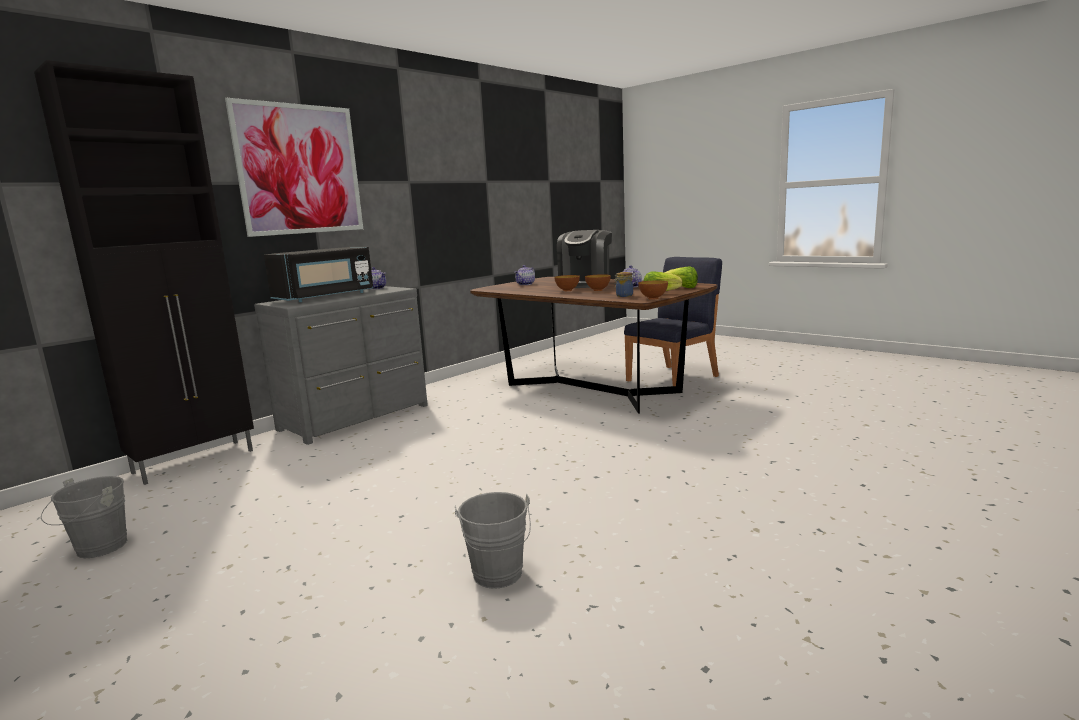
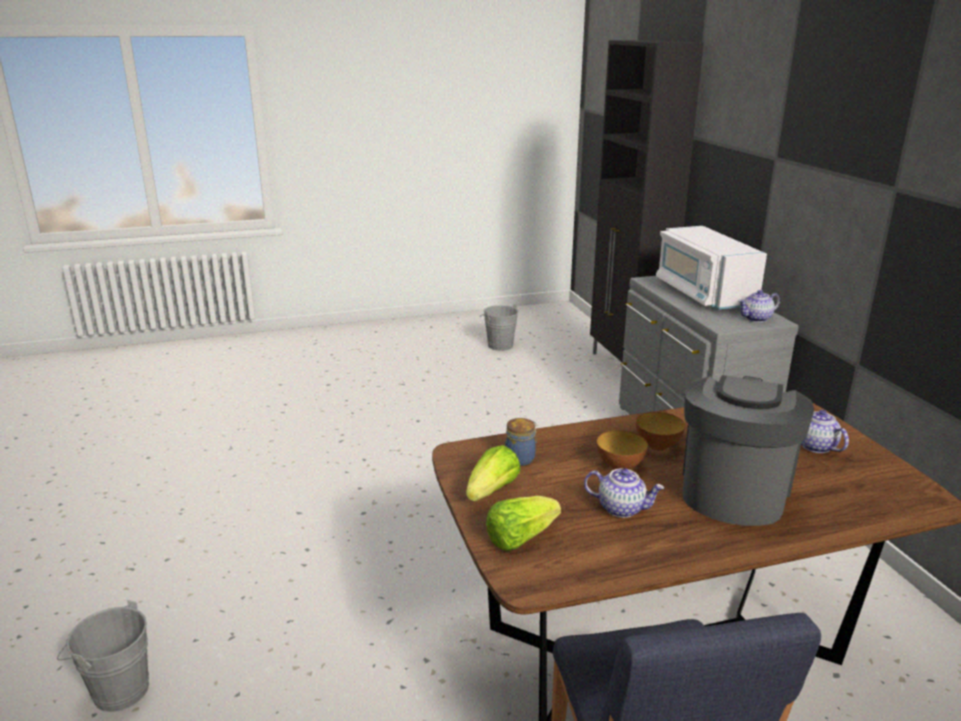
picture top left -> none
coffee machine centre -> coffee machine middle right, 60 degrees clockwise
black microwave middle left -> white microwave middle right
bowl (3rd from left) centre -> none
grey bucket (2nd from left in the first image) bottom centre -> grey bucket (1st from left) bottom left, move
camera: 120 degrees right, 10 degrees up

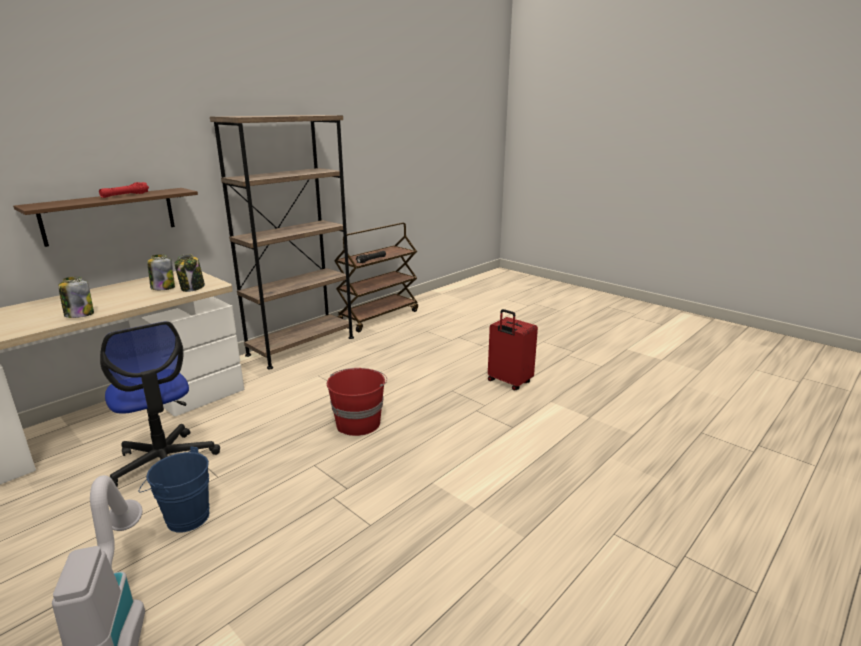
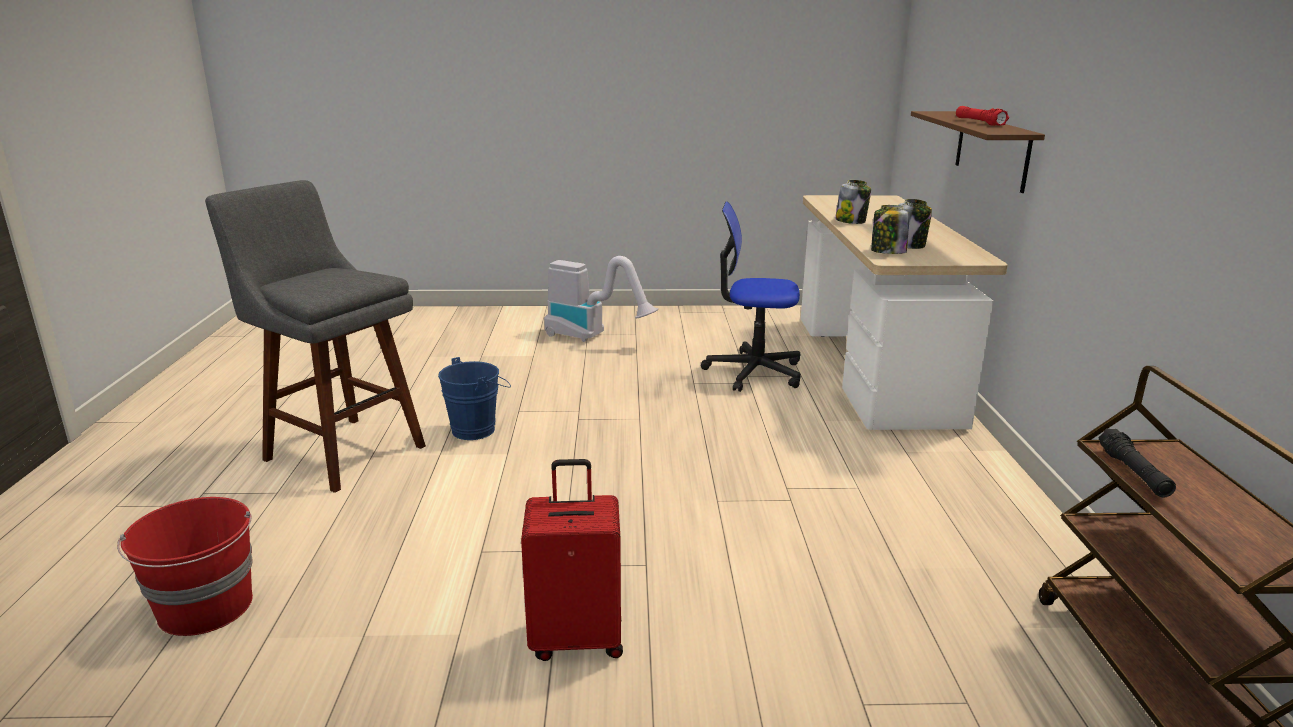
brown bookcase middle left -> none
red bucket centre -> red bucket bottom left, move
blue bucket bottom left -> blue bucket centre, move
none -> grey stool middle left
camera: 135 degrees right, 0 degrees up

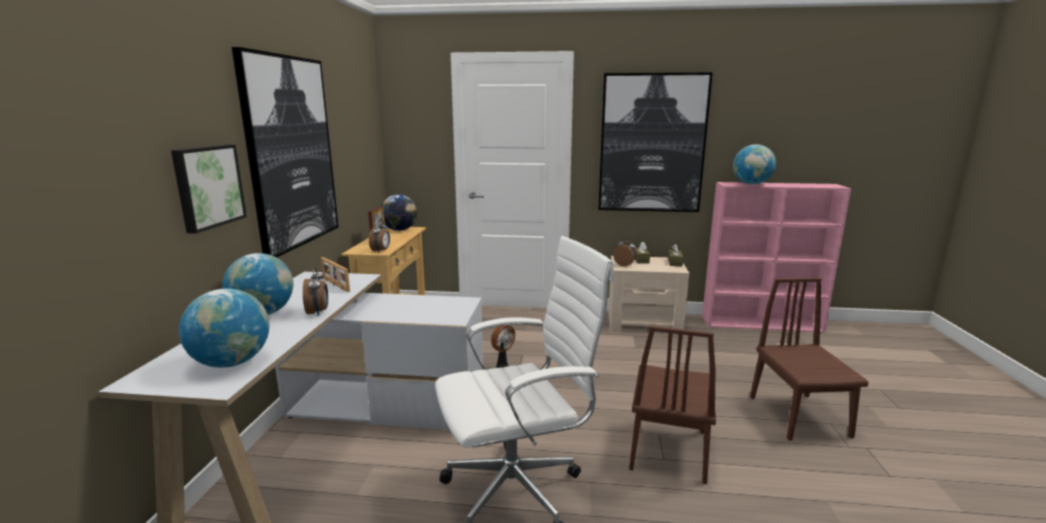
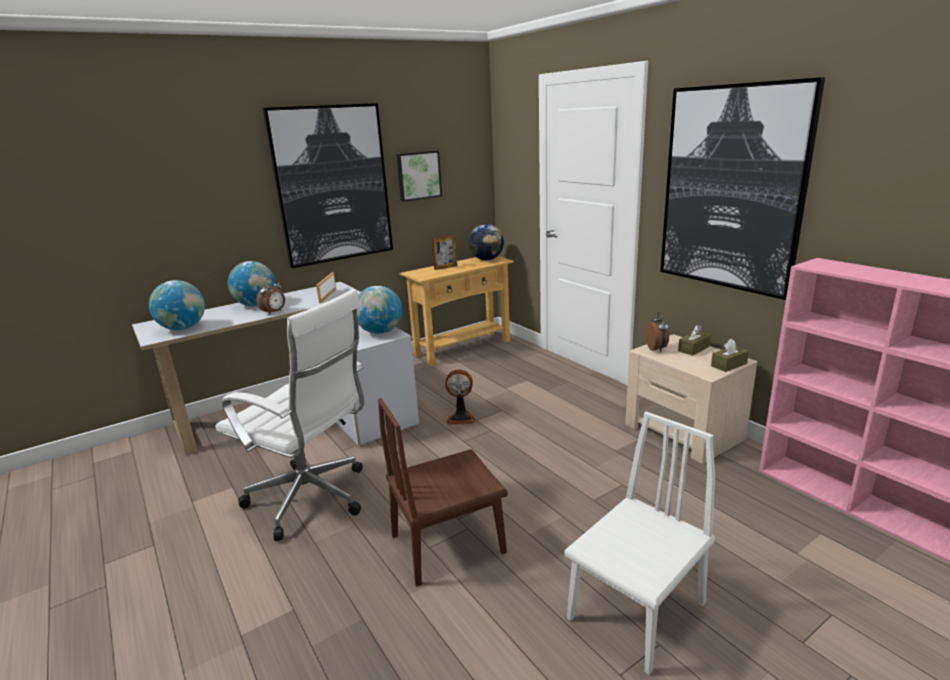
globe (4th from left in the first image) top right -> globe (3rd from left) centre, move
picture (1st from left in the first image) middle left -> picture (2nd from left) top centre, move
alarm clock (2nd from left) centre -> none
brown chair (2nd from left) bottom right -> white chair bottom right
camera: 50 degrees right, 5 degrees up

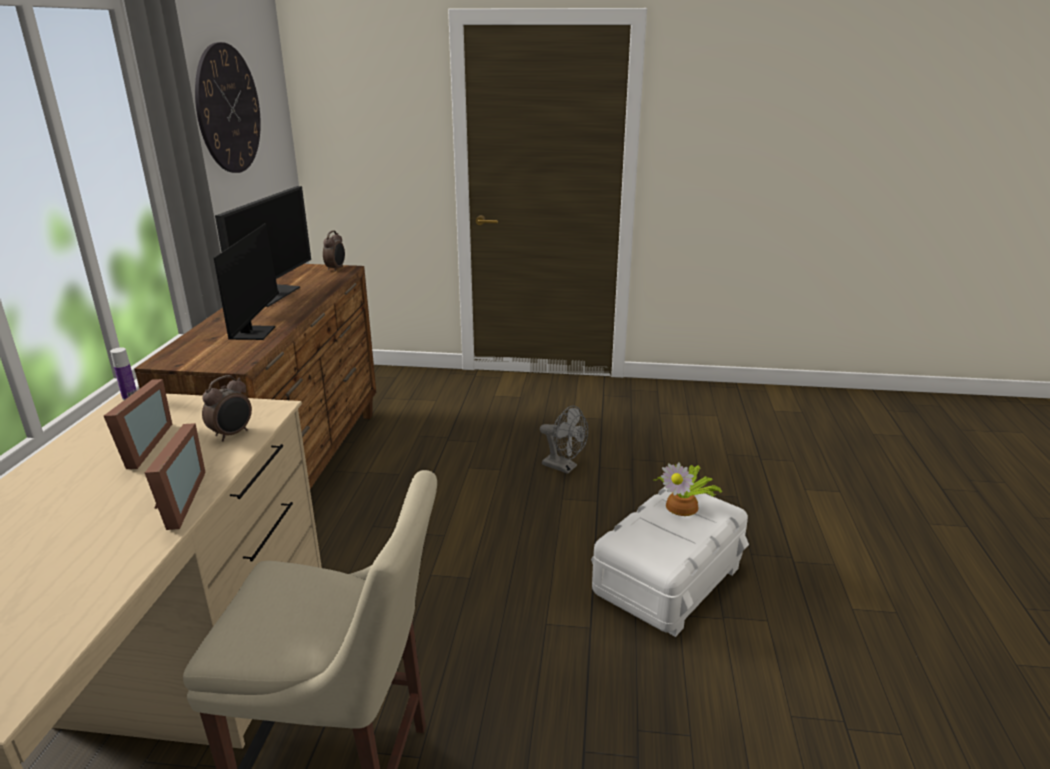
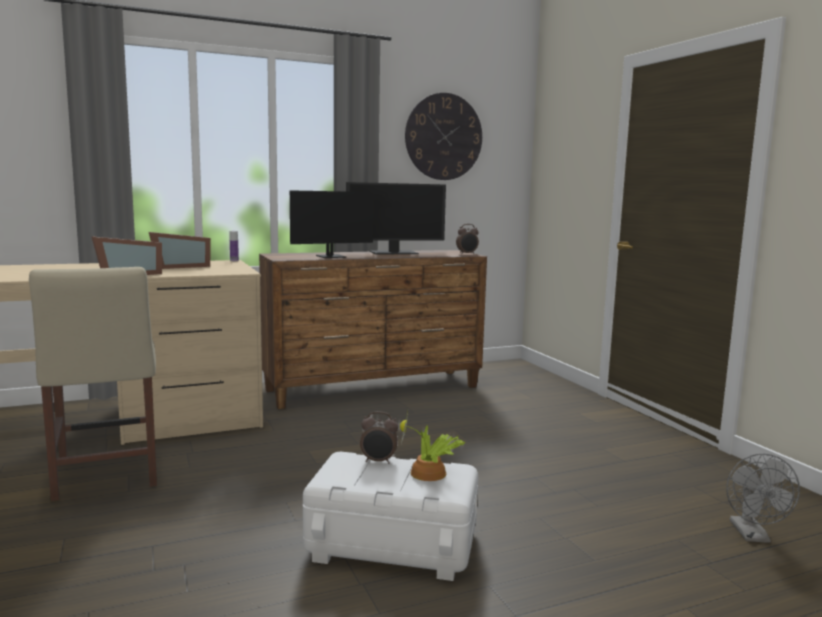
alarm clock (1st from left) middle left -> alarm clock (1st from left) bottom centre, move
grey fan centre -> grey fan bottom right, move
camera: 60 degrees right, 15 degrees down

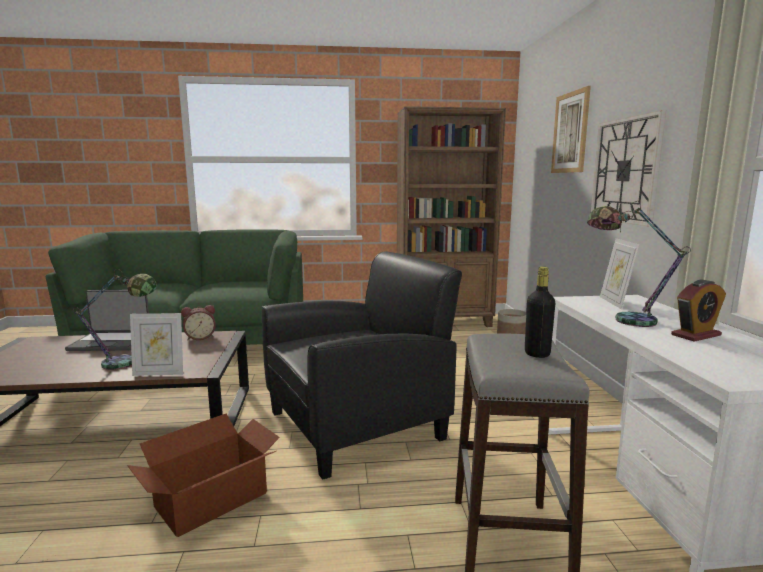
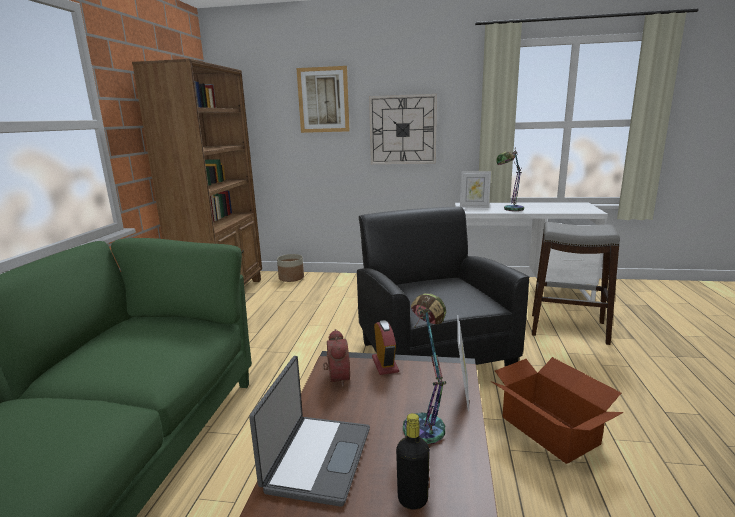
black bottle middle right -> black bottle bottom centre, move
alarm clock (2nd from left) middle right -> alarm clock (2nd from left) bottom centre, move
camera: 75 degrees left, 5 degrees up

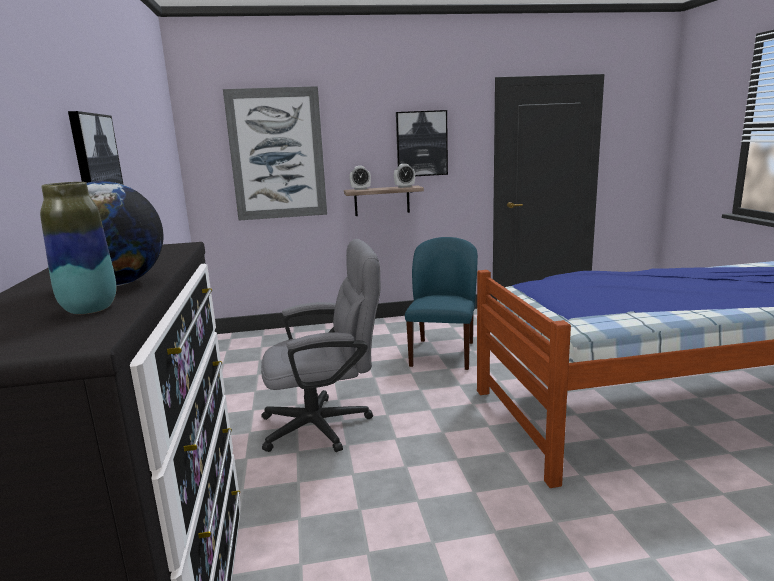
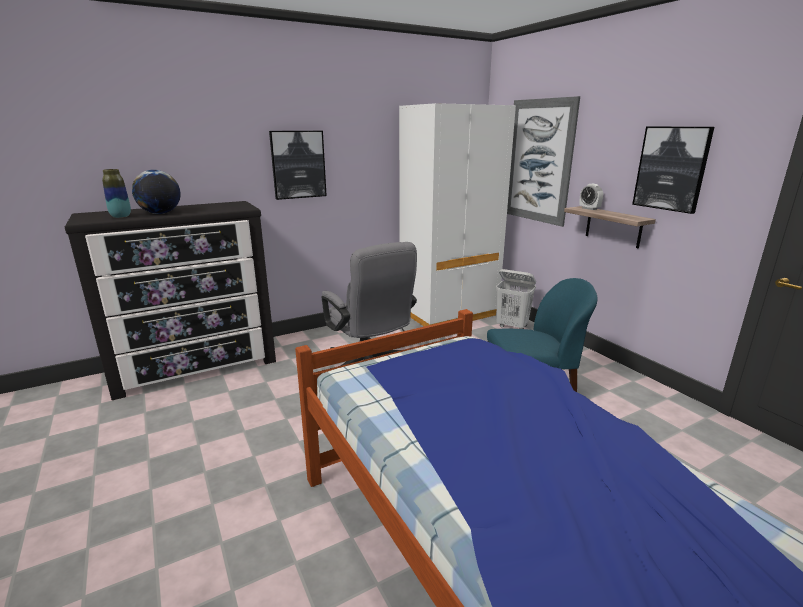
alarm clock (2nd from left) top centre -> none
none -> white wardrobe centre
none -> white laundry basket centre
camera: 70 degrees right, 5 degrees up

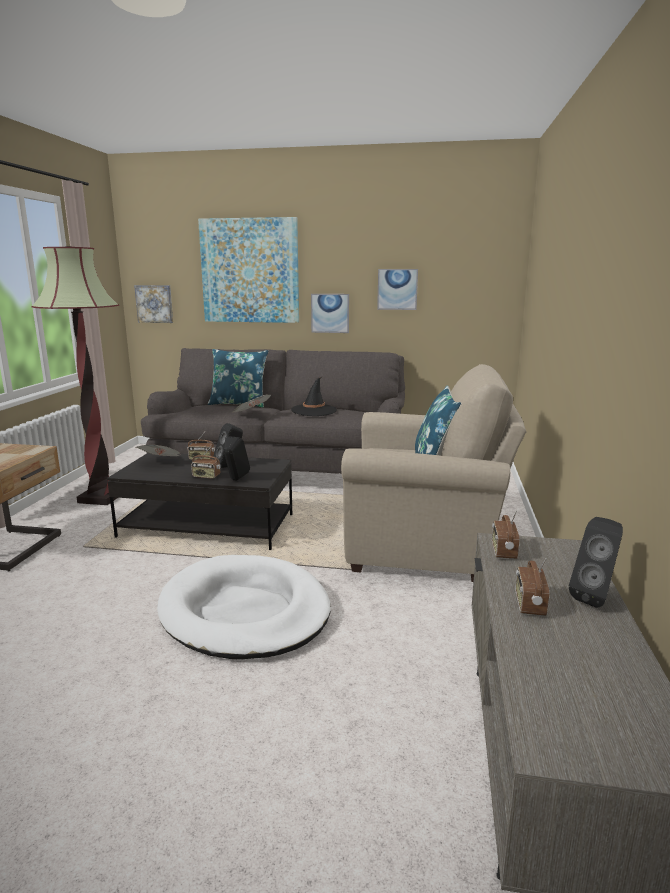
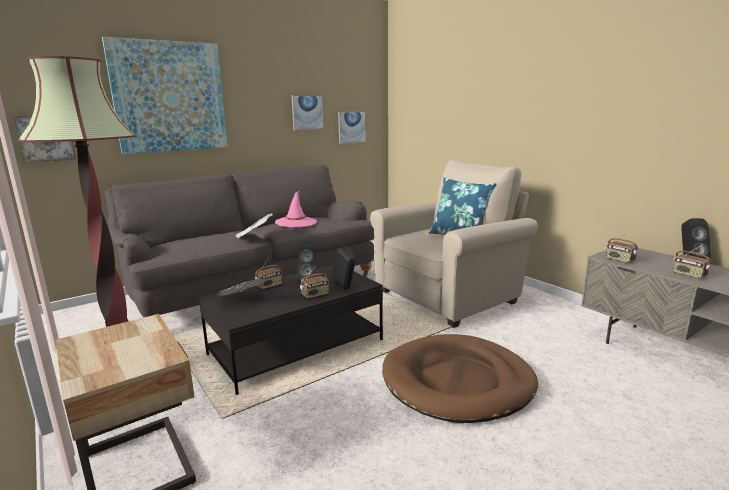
picture (3rd from left in the first image) centre -> picture (4th from left) top centre, move
blue pillow (1st from left) centre -> none
black hat centre -> pink hat centre
white dog bed bottom centre -> brown dog bed bottom centre
camera: 45 degrees left, 0 degrees up

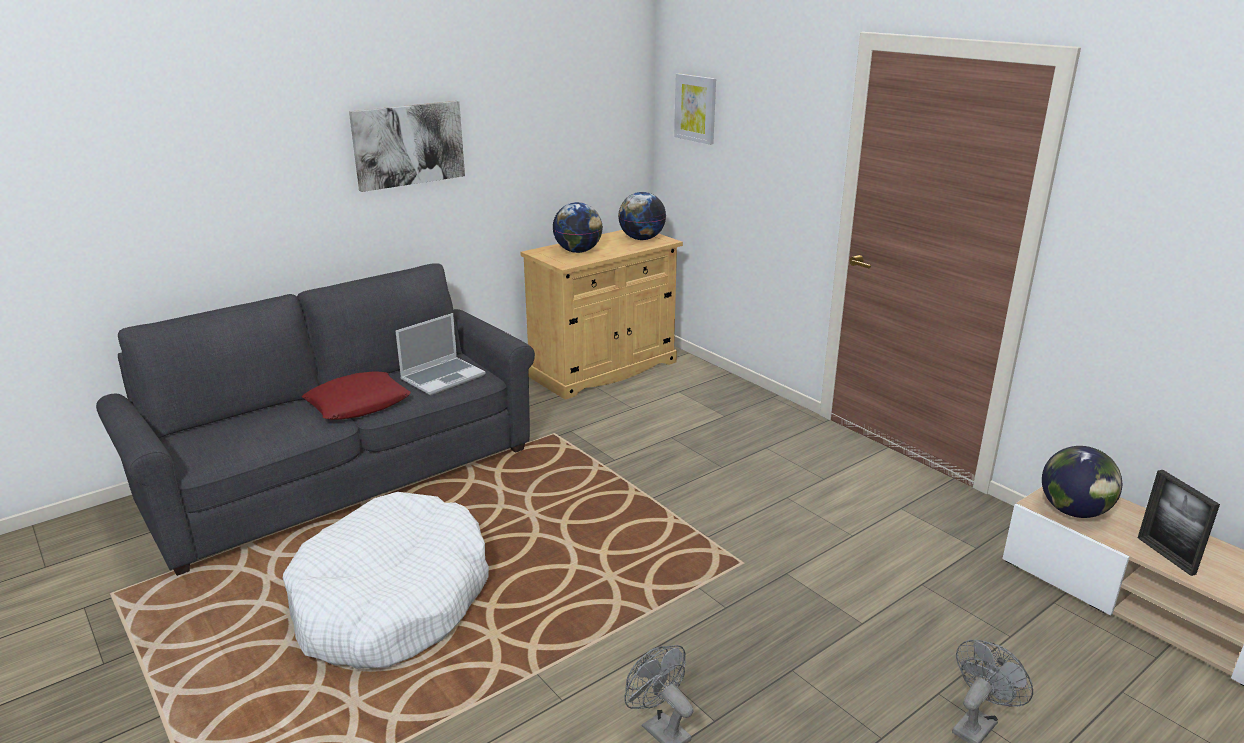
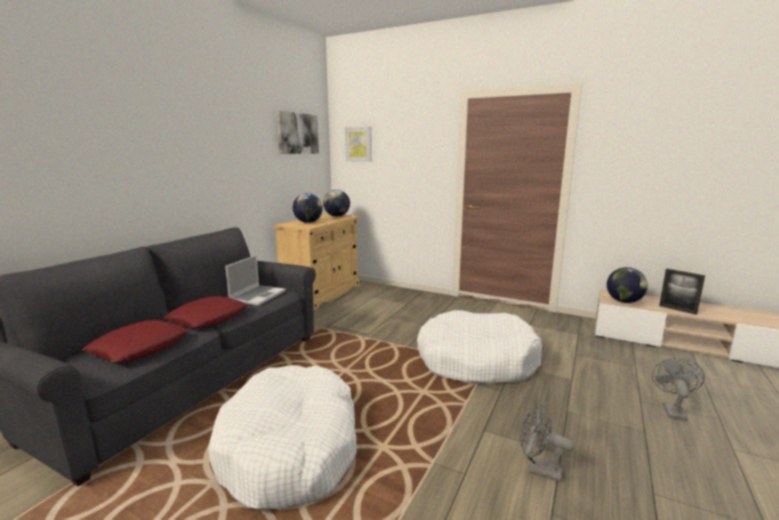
picture (1st from left) top left -> picture (1st from left) top centre, move
none -> white dog bed (2nd from left) bottom centre
none -> red pillow (1st from left) middle left
camera: 25 degrees left, 10 degrees down

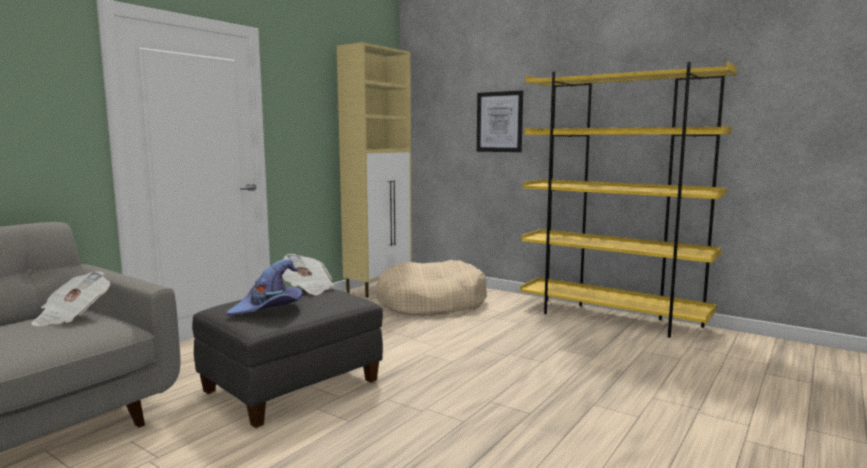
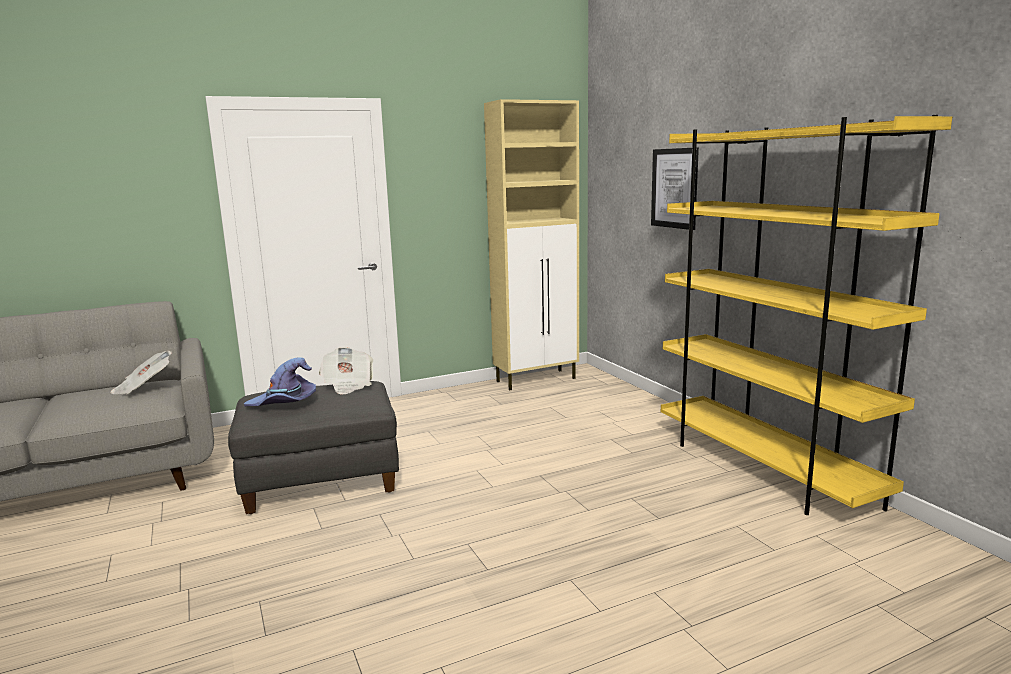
beige dog bed centre -> none
camera: 30 degrees right, 5 degrees up

